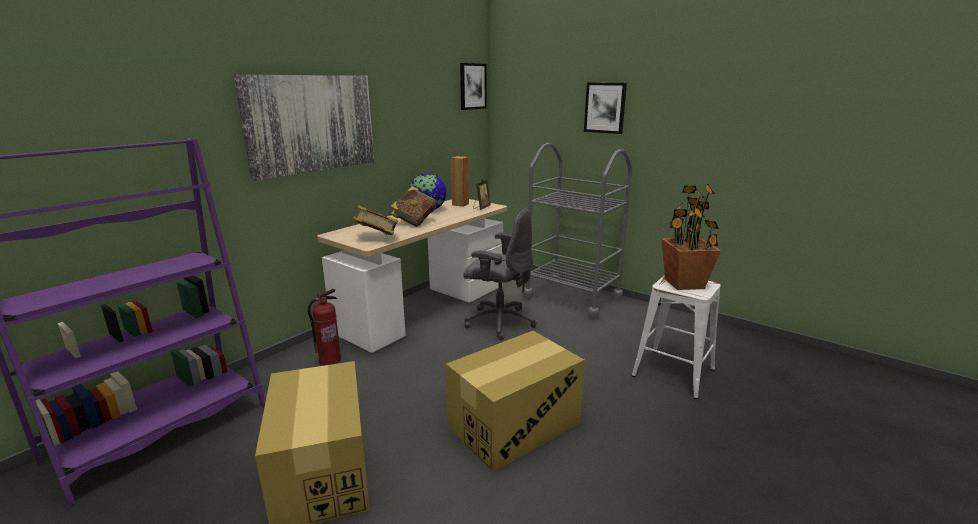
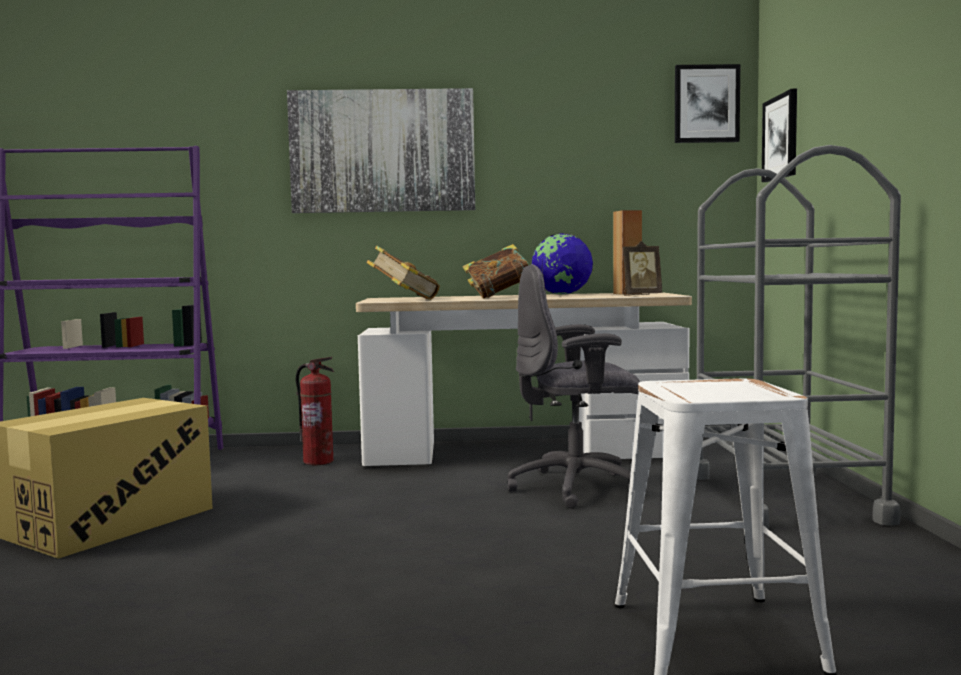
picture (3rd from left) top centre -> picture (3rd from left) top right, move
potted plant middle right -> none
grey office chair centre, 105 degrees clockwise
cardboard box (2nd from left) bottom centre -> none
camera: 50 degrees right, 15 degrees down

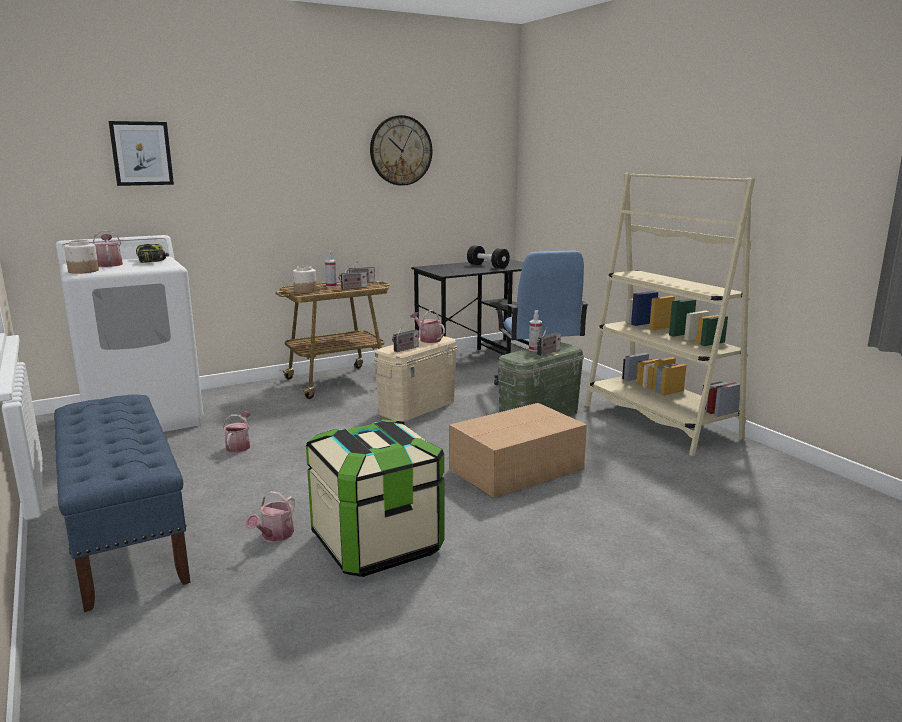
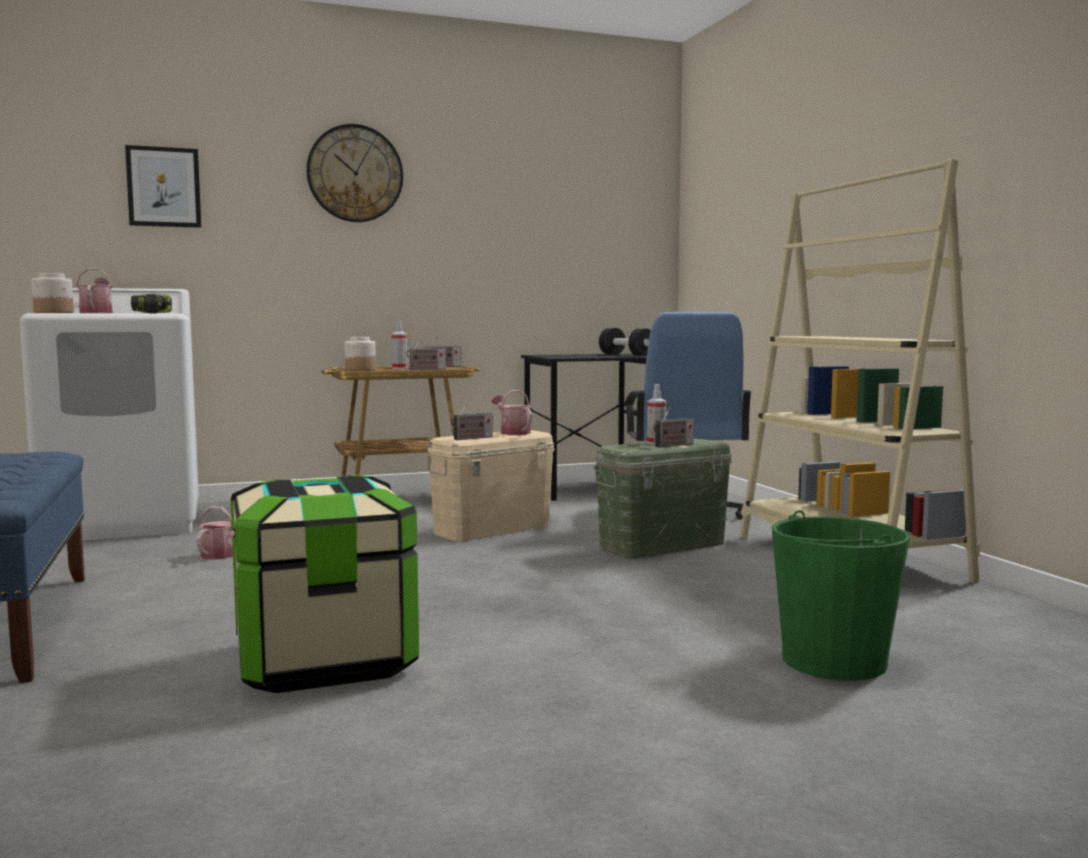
wall clock top centre -> wall clock top left, move
cardboard box centre -> none
watering can (3rd from left) bottom left -> none
none -> green bucket bottom right
camera: 10 degrees right, 10 degrees down

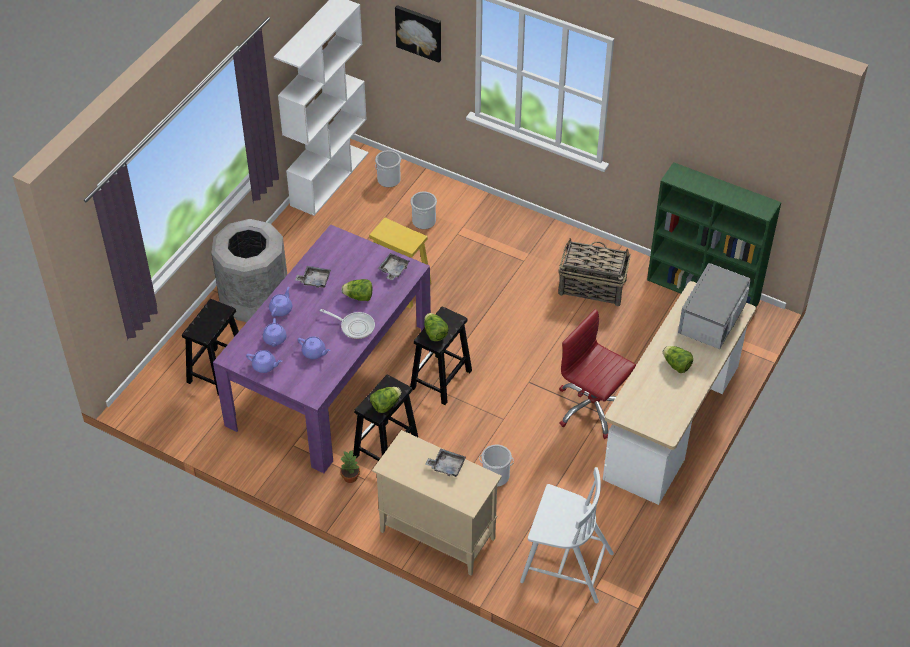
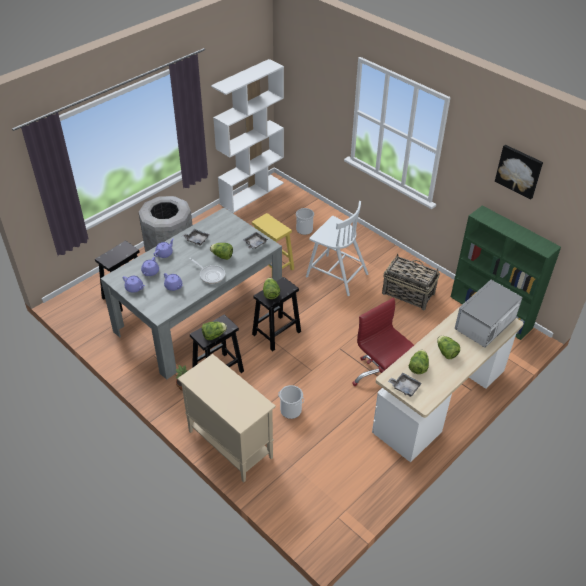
picture top centre -> picture top right, move
bucket (1st from left) top centre -> none
purple dining table centre -> grey dining table middle left
grey tray (3rd from left) bottom centre -> grey tray (3rd from left) middle right, move
white chair bottom centre -> white chair centre, move
none -> lettuce (4th from left) middle right
camera: 15 degrees right, 5 degrees down

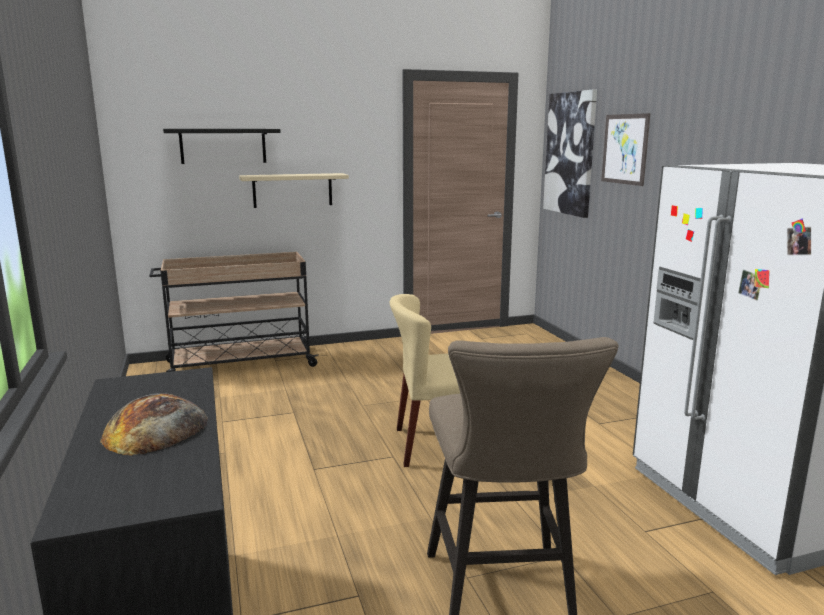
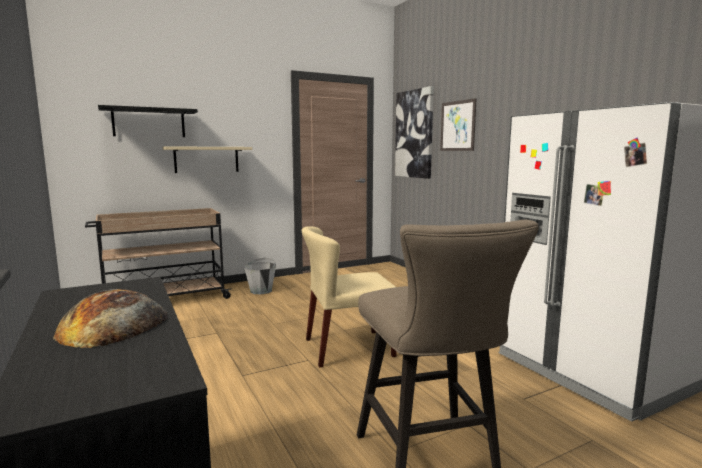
none -> grey bucket centre
camera: 10 degrees left, 5 degrees down

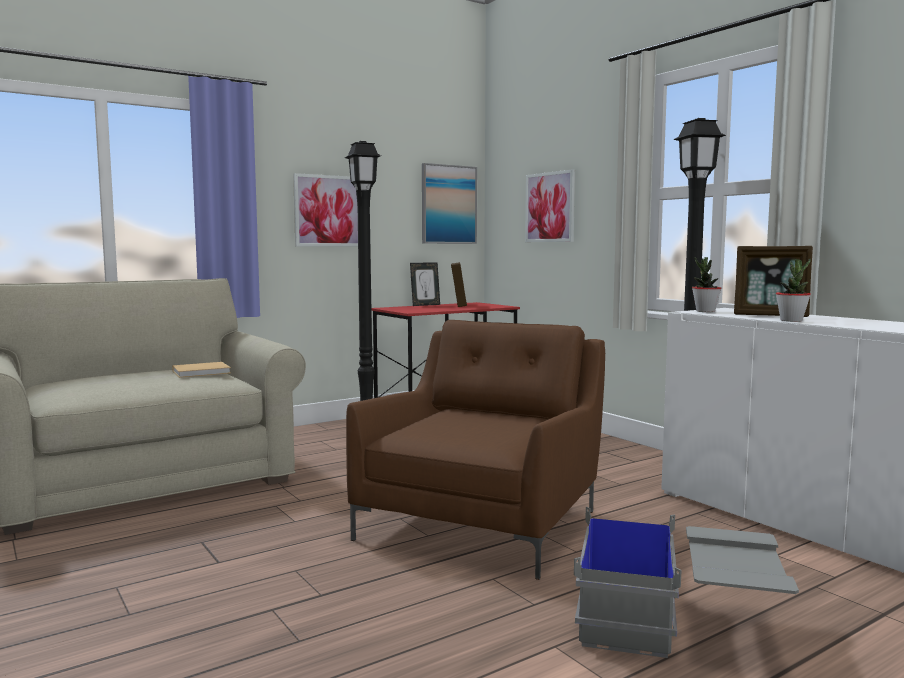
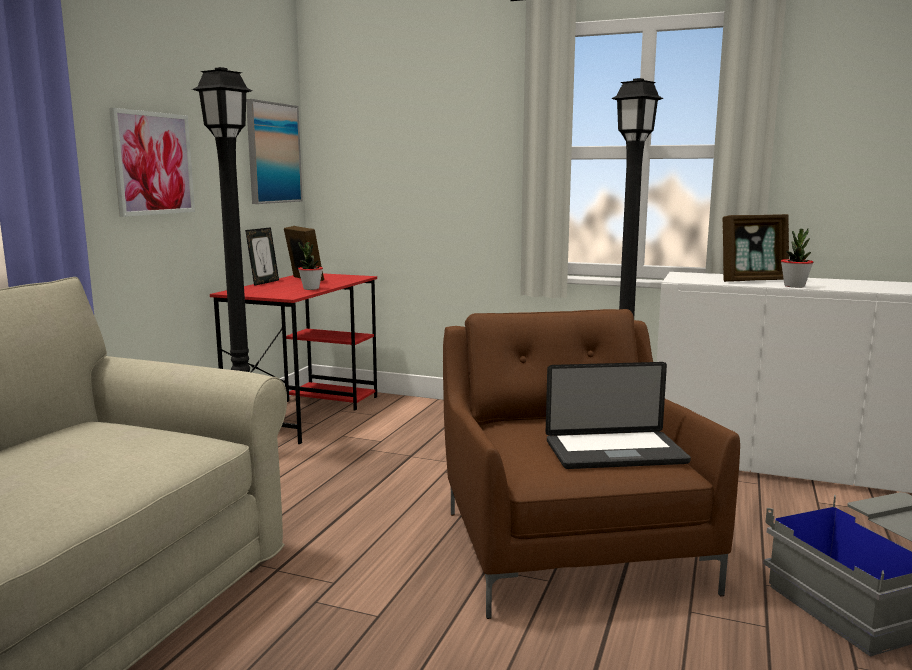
picture (3rd from left) top centre -> none
potted plant (1st from left) middle right -> potted plant (1st from left) centre, move
beige book middle left -> none
none -> laptop middle right
camera: 35 degrees left, 5 degrees up

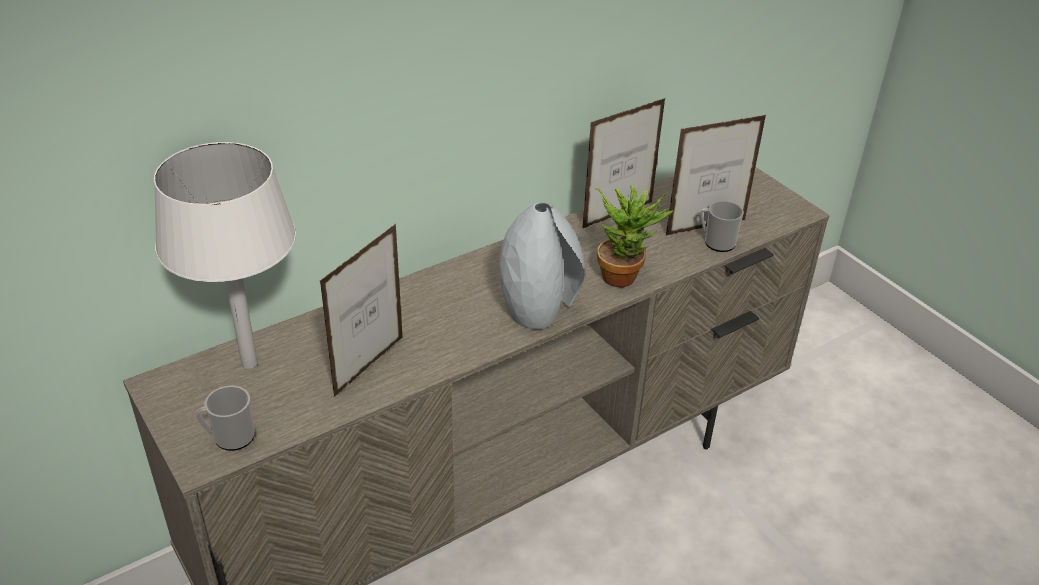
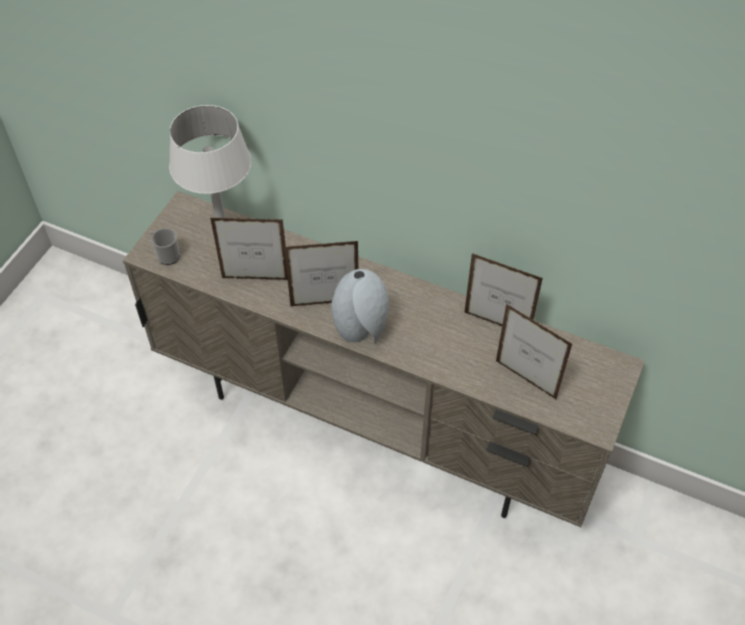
potted plant centre -> none
mug (2nd from left) middle right -> none
none -> picture frame (2nd from left) centre
camera: 60 degrees right, 15 degrees up

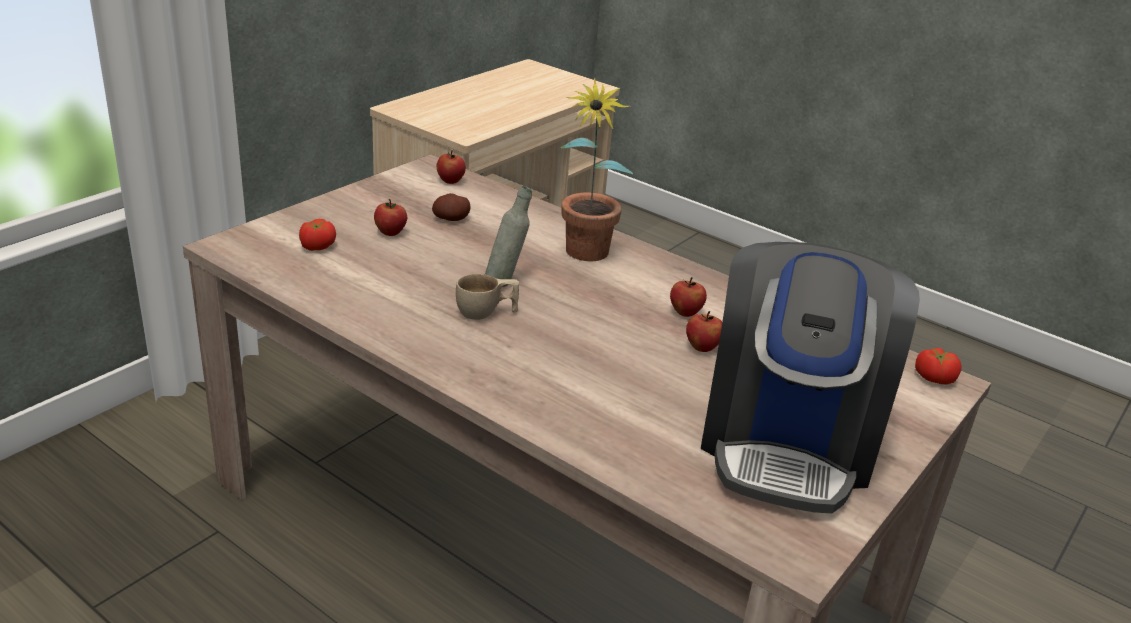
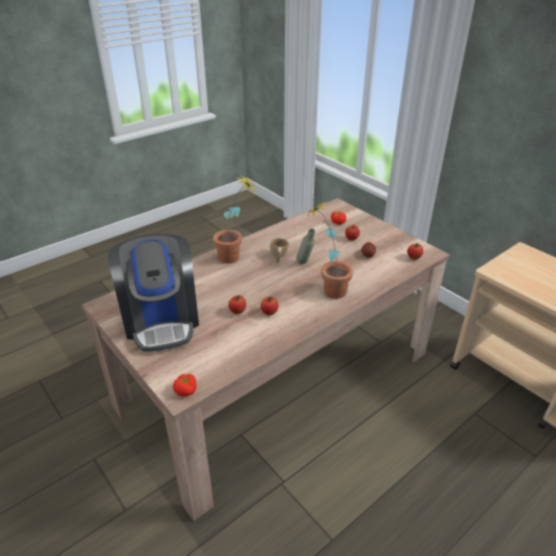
coffee machine middle right -> coffee machine middle left, 135 degrees counterclockwise
none -> potted plant (1st from left) centre
camera: 105 degrees right, 5 degrees up

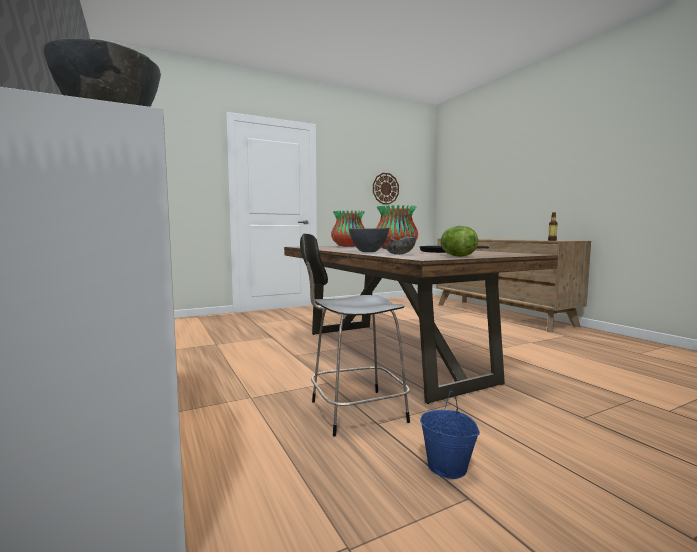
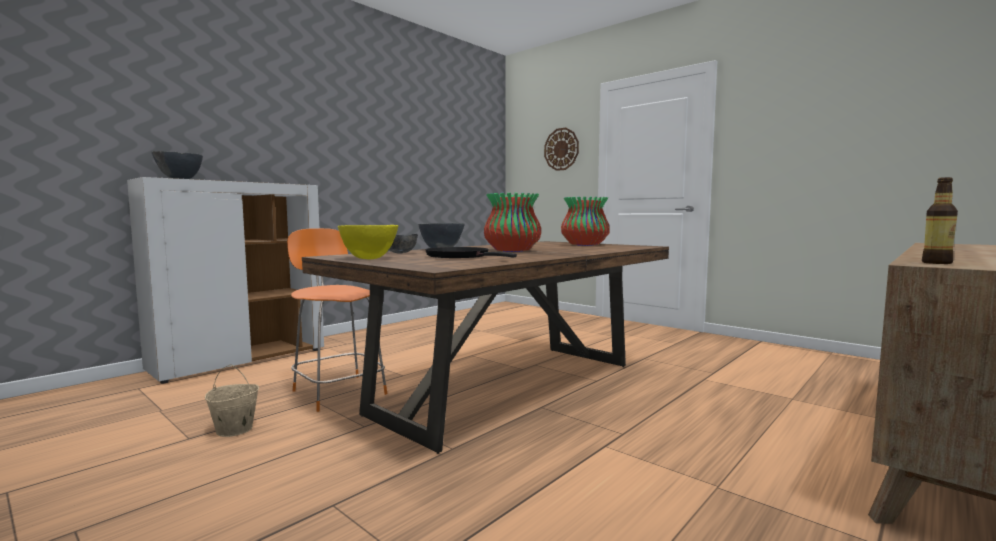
wall clock centre -> wall clock top centre, move
lettuce centre -> yellow bowl centre
black chair centre -> orange chair centre
blue bucket bottom centre -> beige bucket bottom left
camera: 70 degrees right, 0 degrees up

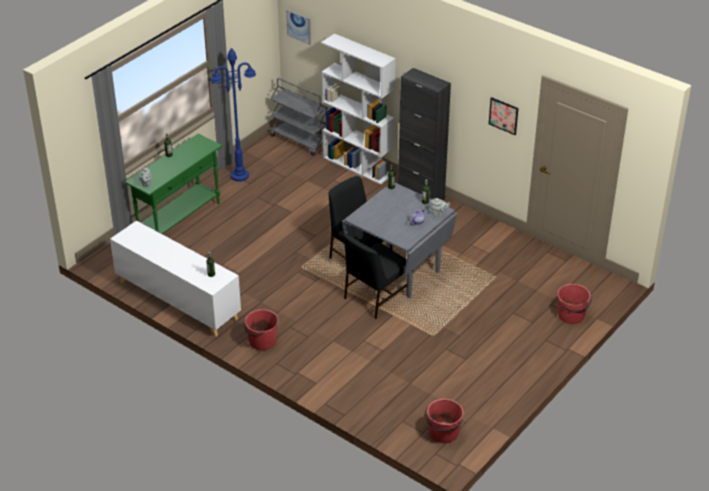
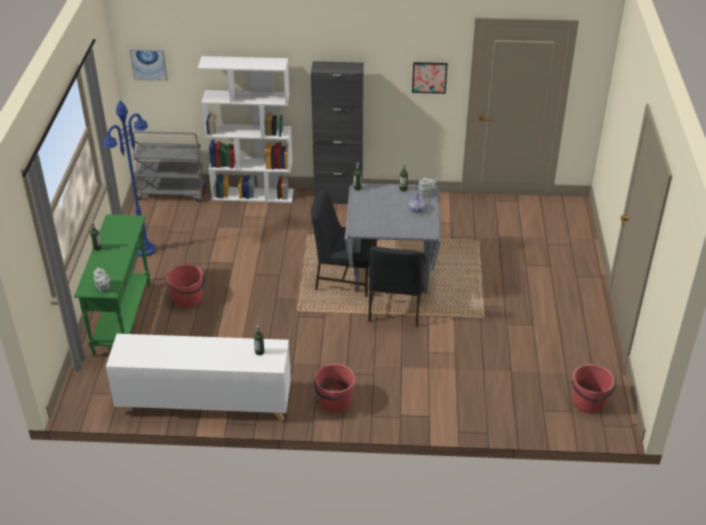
red bucket (3rd from left in the first image) middle right -> red bucket (1st from left) middle left, move
camera: 35 degrees left, 0 degrees up

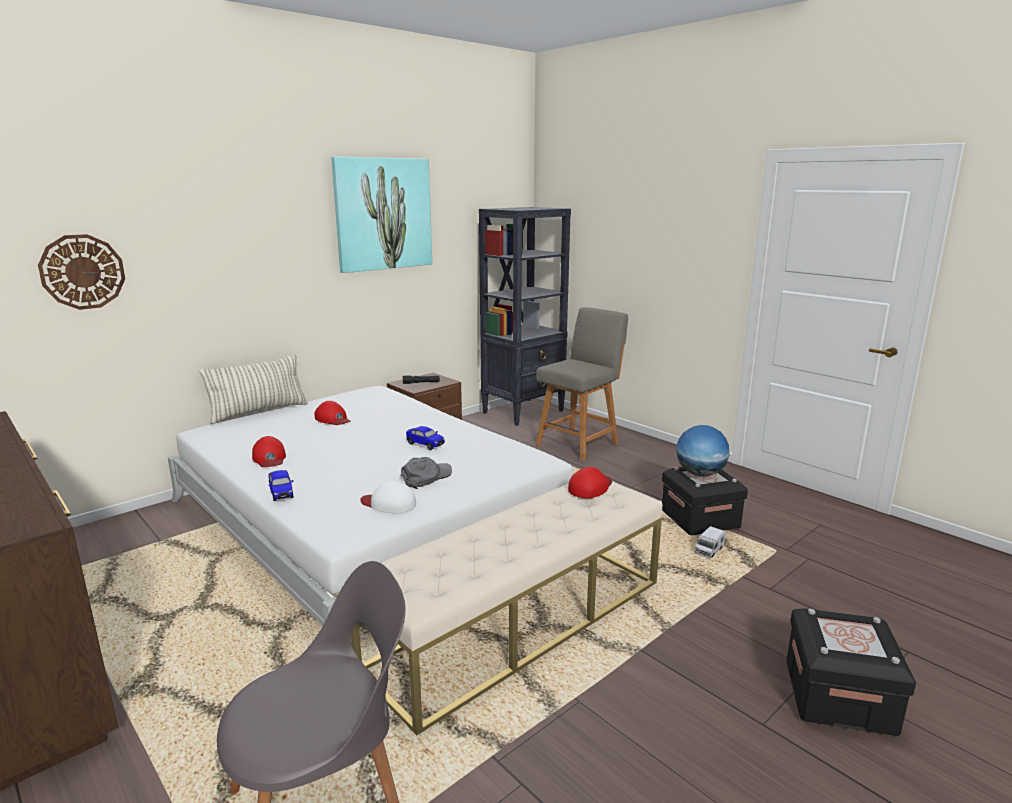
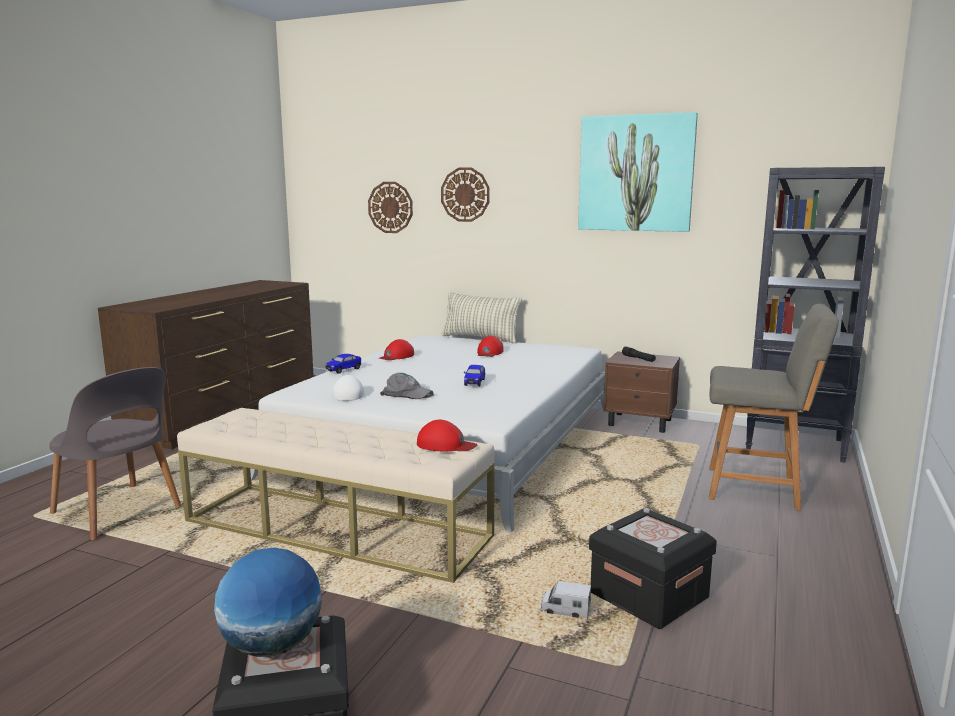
globe middle right -> globe bottom left, move
none -> wall clock (2nd from left) top centre
camera: 65 degrees right, 5 degrees down

